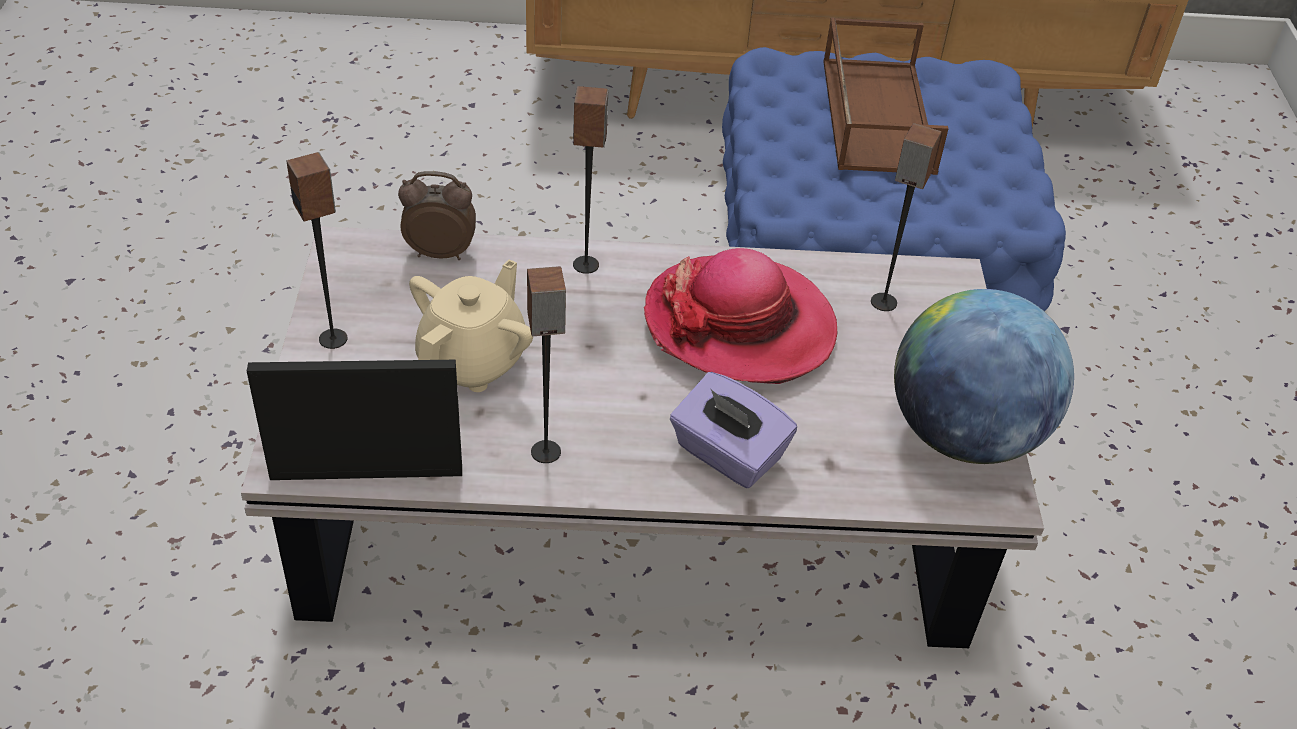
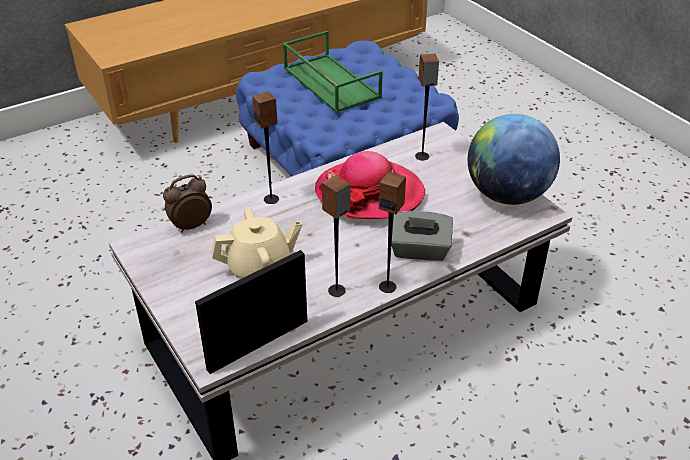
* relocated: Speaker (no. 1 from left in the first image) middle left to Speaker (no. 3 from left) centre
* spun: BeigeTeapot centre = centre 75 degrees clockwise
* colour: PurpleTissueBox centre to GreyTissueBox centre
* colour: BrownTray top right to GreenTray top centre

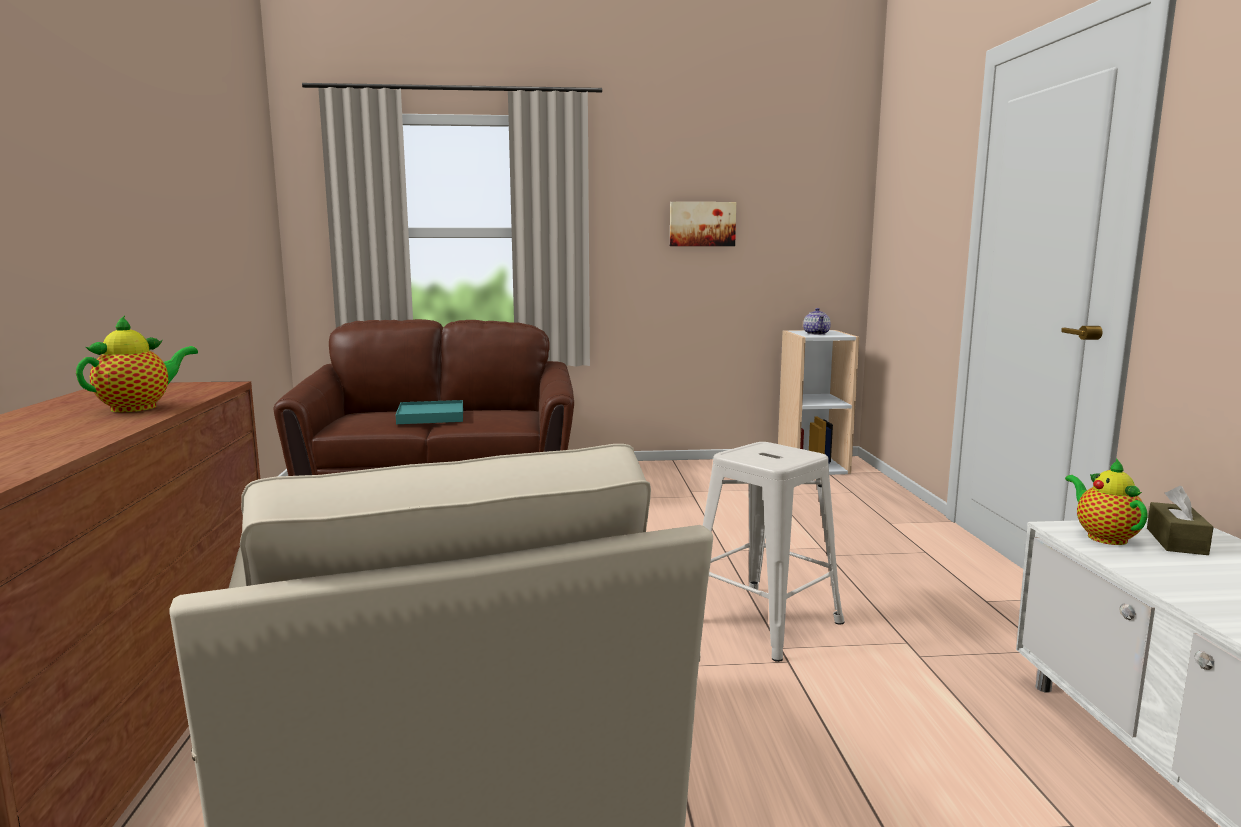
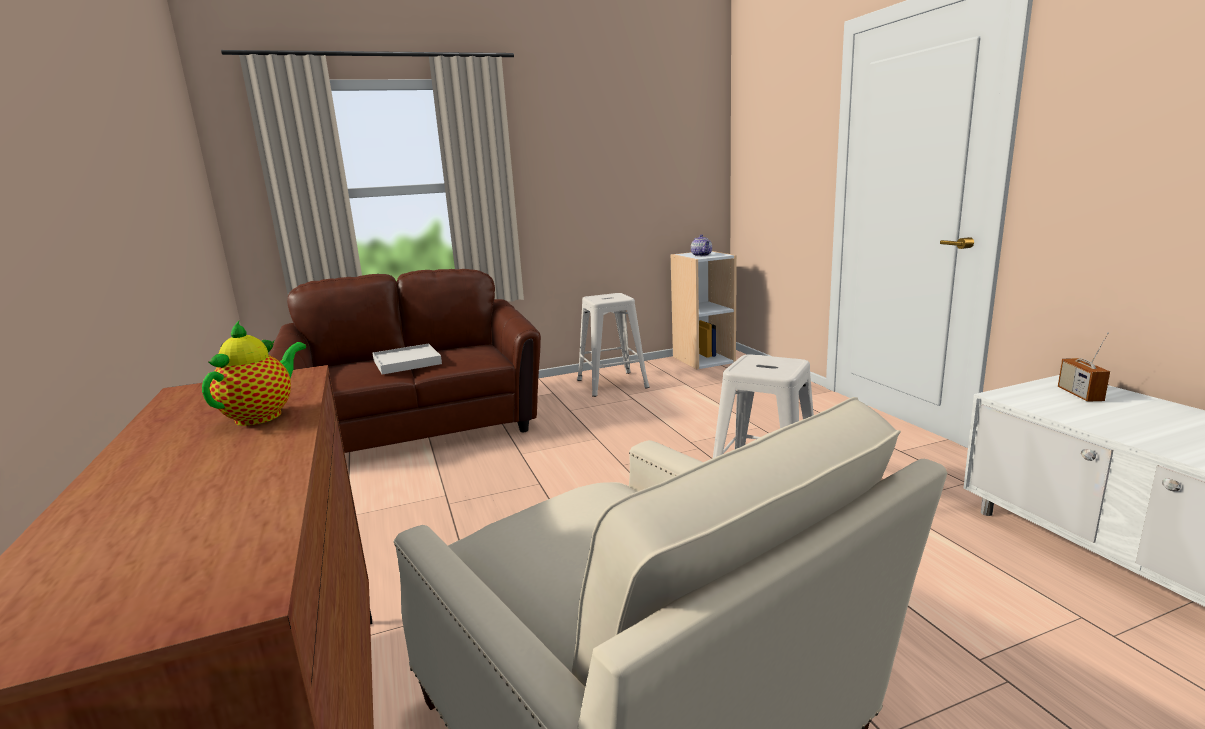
* colour: TurquoiseTray centre to WhiteTray centre
* missing: Picture top centre
* missing: Teapot (no. 3 from left) middle right
* exchanged: BrownTissueBox middle right to Radio middle right
* appeared: WhiteStool (no. 1 from left) centre

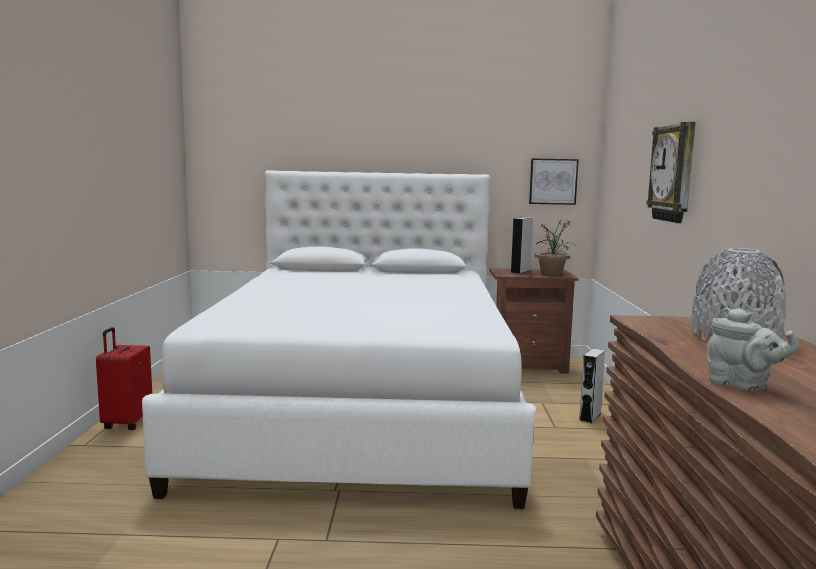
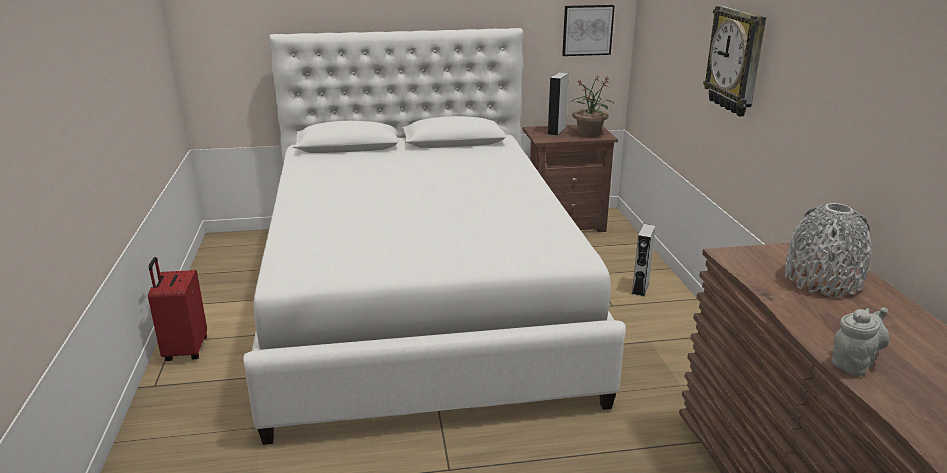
* spun: GreyTeapot middle right = bottom right 75 degrees counterclockwise

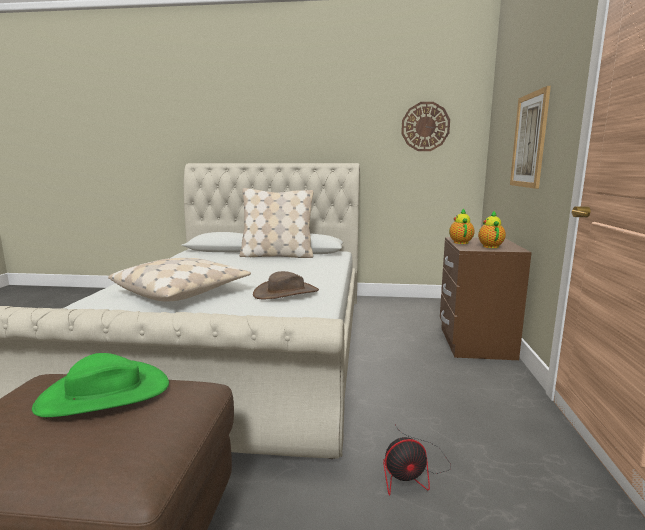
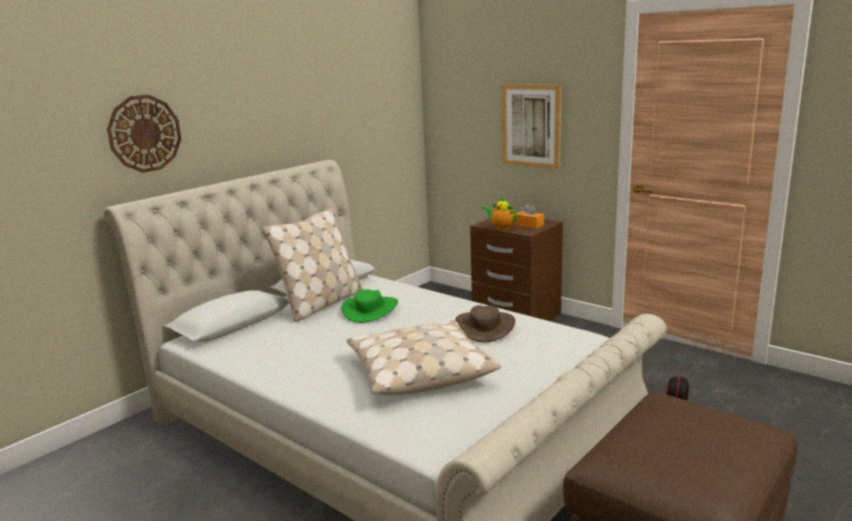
* relocated: GreenHat bottom left to centre
* relocated: WallClock top centre to top left
* exchanged: Teapot (no. 2 from left) middle right to OrangeTissueBox centre

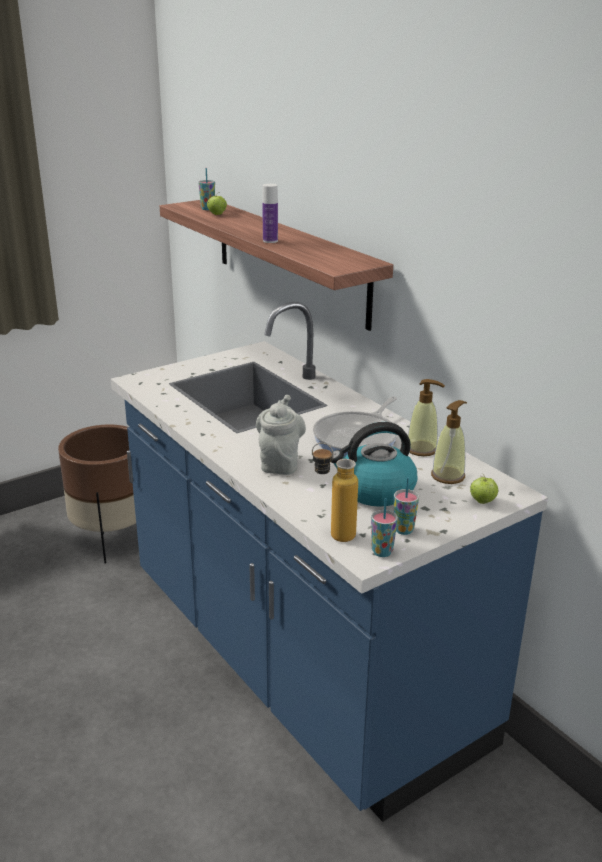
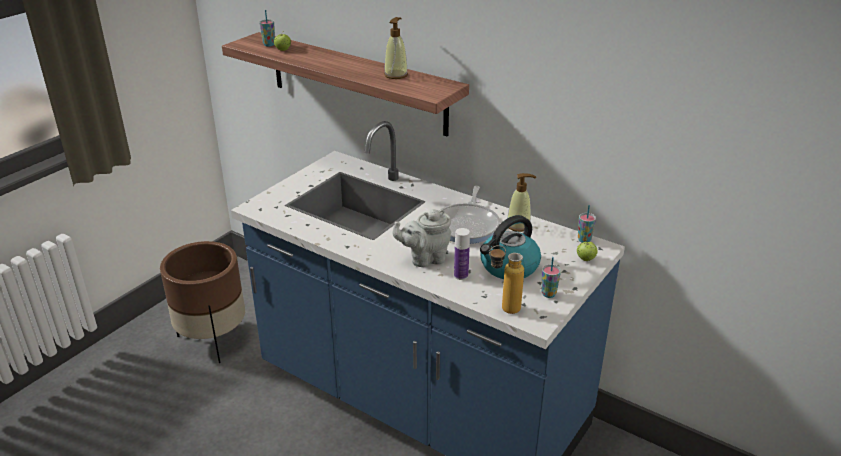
* spun: GreyTeapot centre = centre 90 degrees counterclockwise
* relocated: Bottle (no. 1 from left) top centre to centre
* relocated: Cup (no. 2 from left in the first image) centre to Cup (no. 3 from left) middle right
* relocated: SoapDispenser (no. 2 from left in the first image) middle right to SoapDispenser (no. 1 from left) top centre

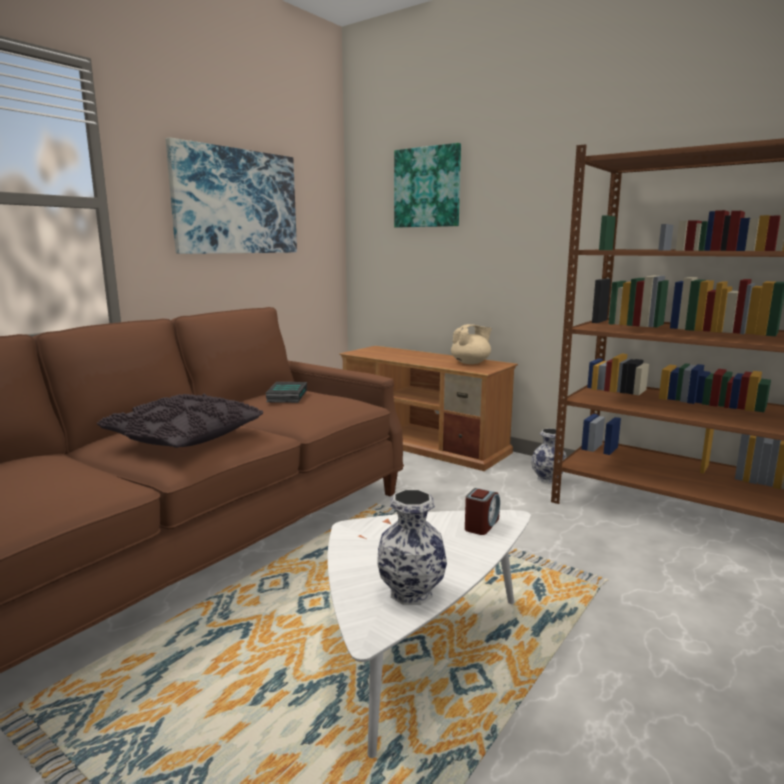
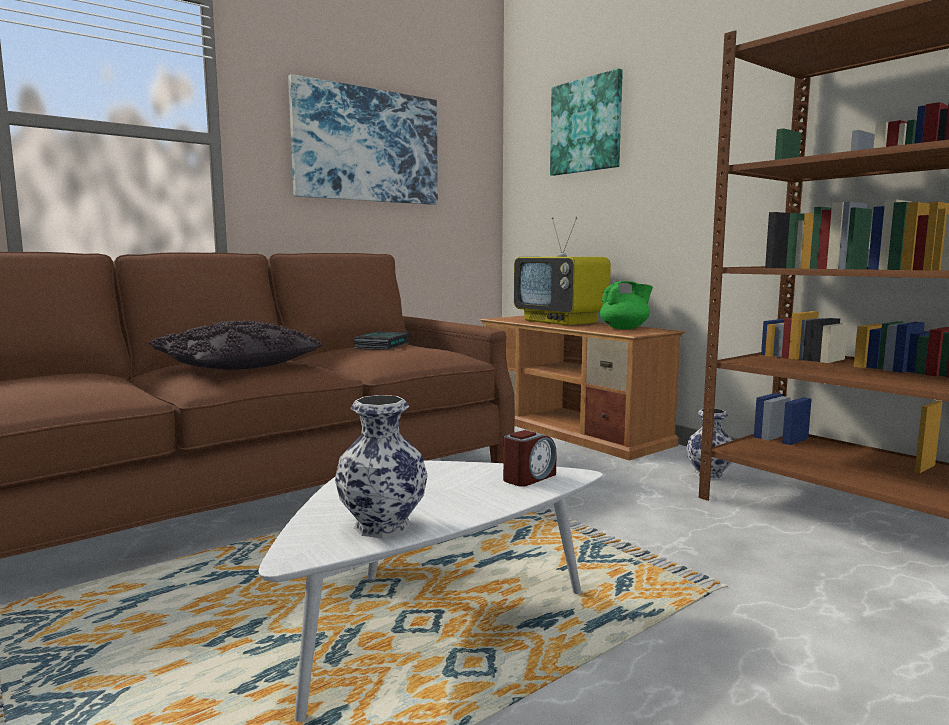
* colour: BeigeTeapot centre to GreenTeapot centre
* appeared: Television centre

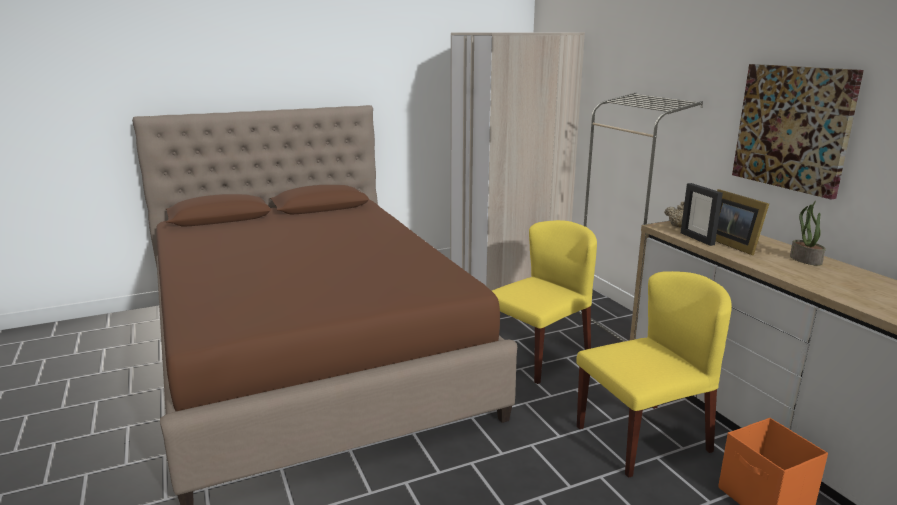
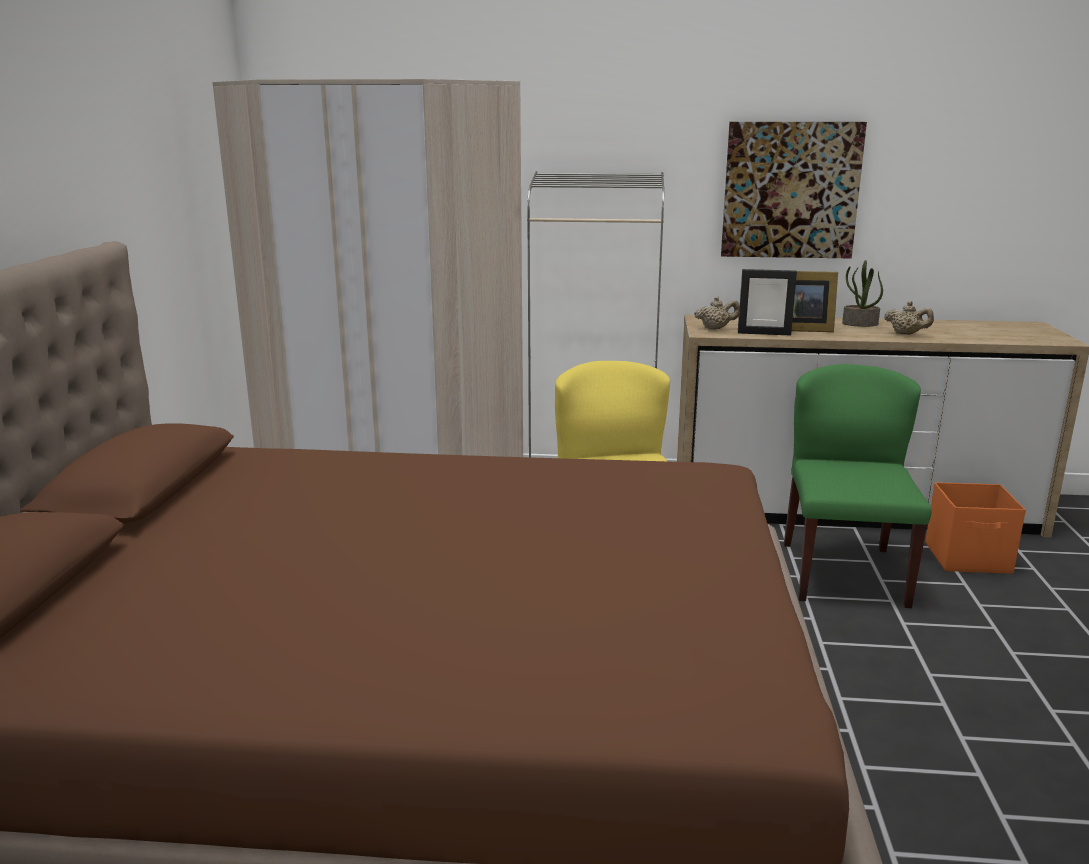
* colour: YellowChair (no. 2 from left) bottom right to GreenChair middle right
* appeared: BeigeTeapot (no. 2 from left) middle right

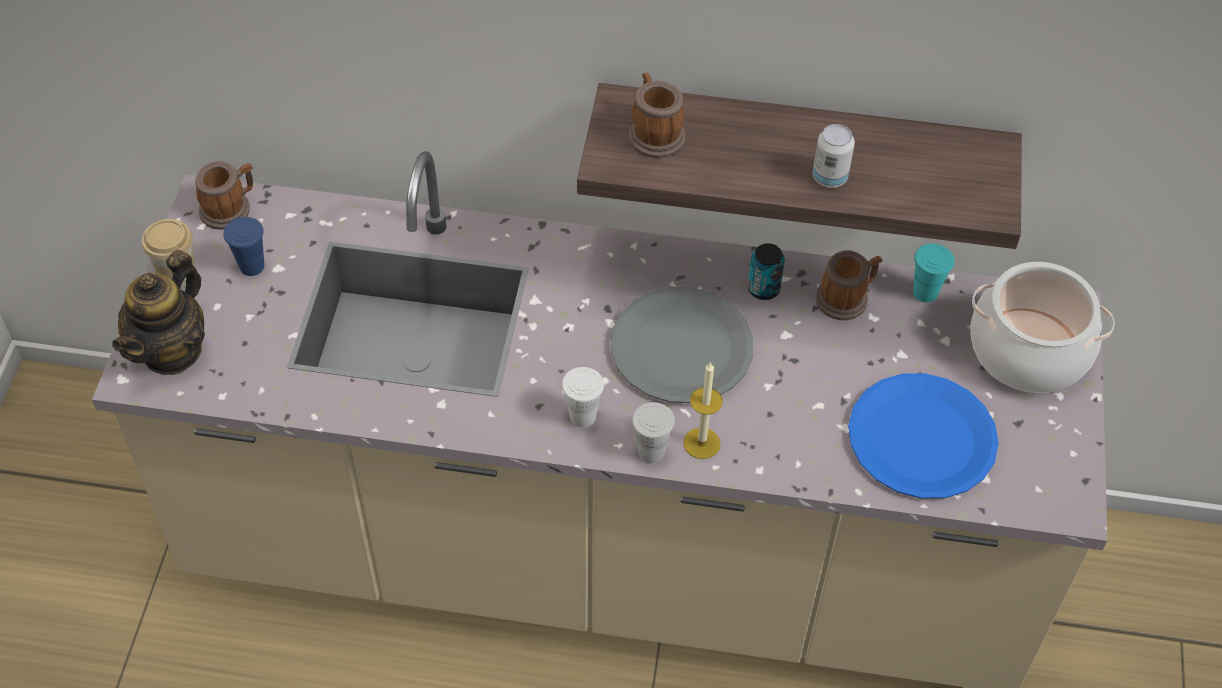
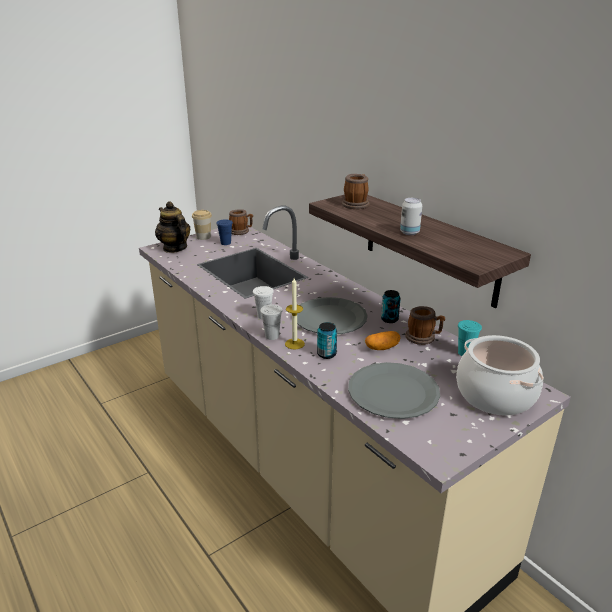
* spun: Teapot middle left = middle left 75 degrees clockwise
* colour: BluePlate middle right to GreyPlate (no. 2 from left) centre
* appeared: Can (no. 1 from left) centre
* appeared: Potato centre

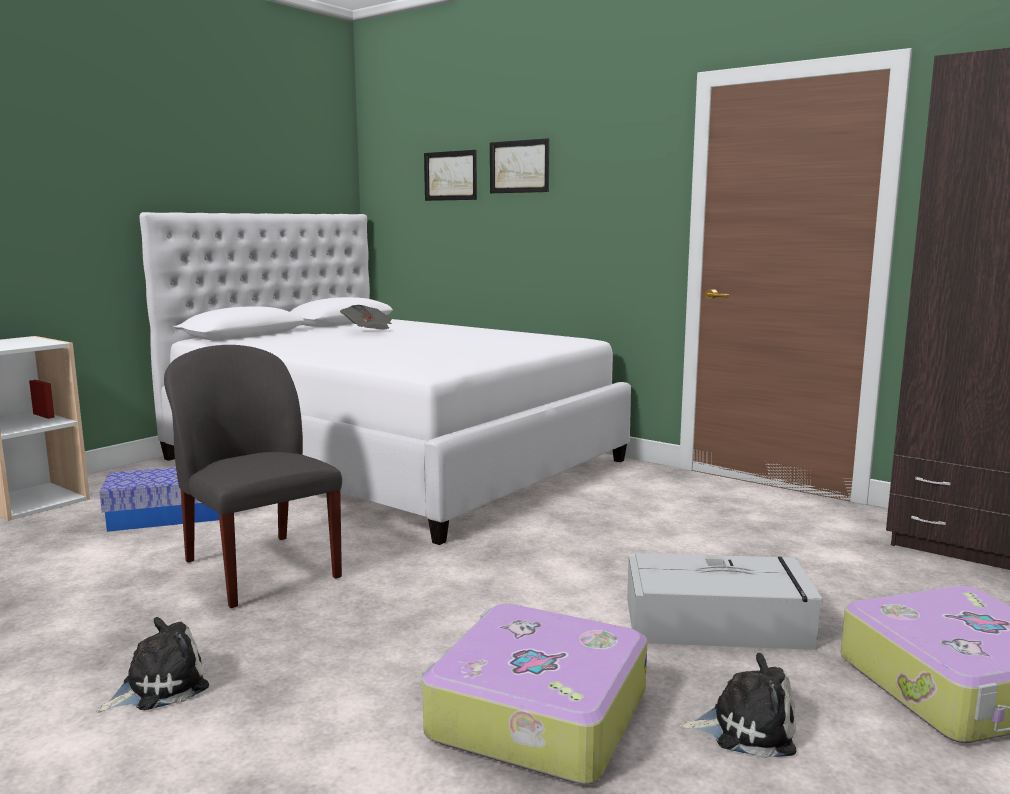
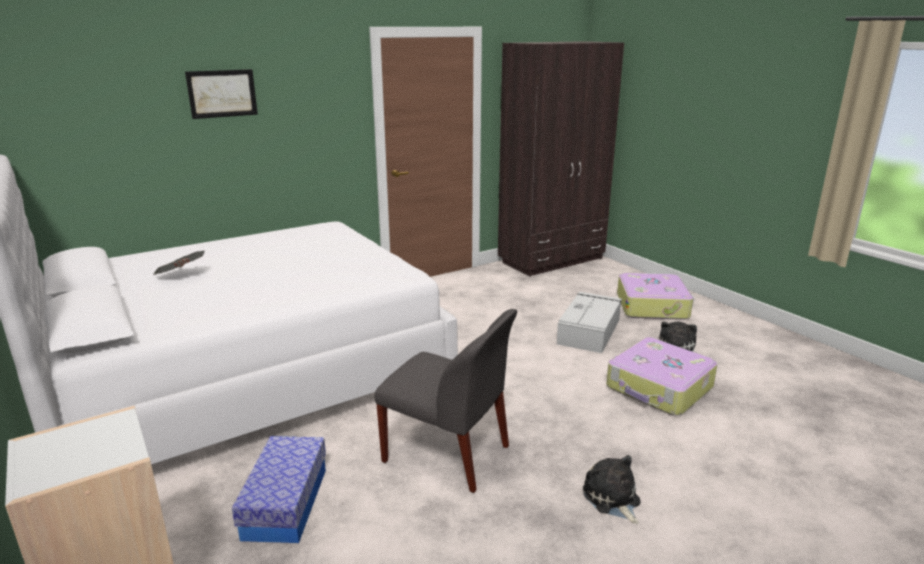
* spun: GreyChair middle left = bottom centre 135 degrees counterclockwise
* missing: Picture (no. 1 from left) top centre

